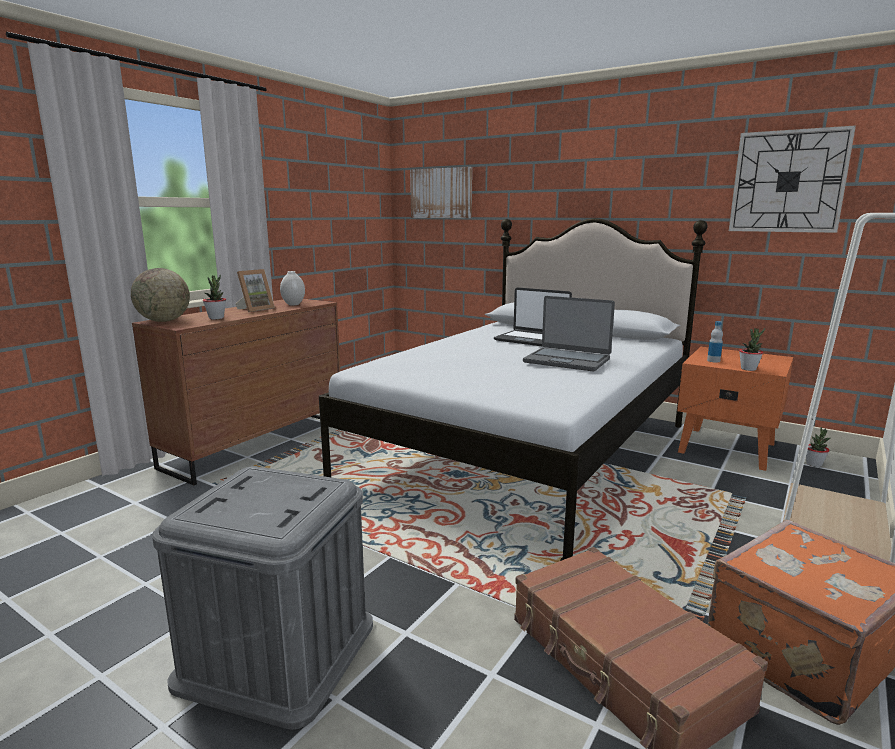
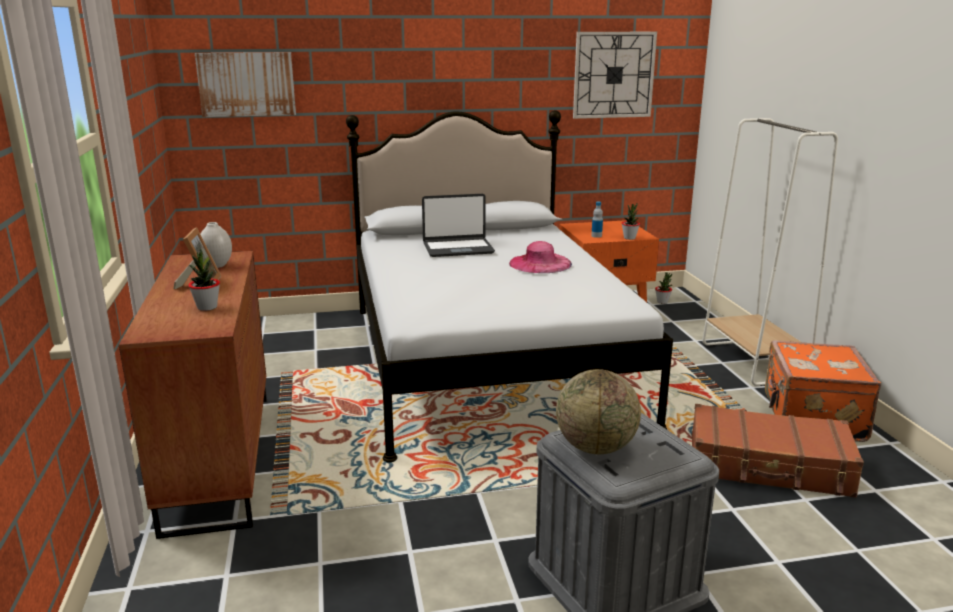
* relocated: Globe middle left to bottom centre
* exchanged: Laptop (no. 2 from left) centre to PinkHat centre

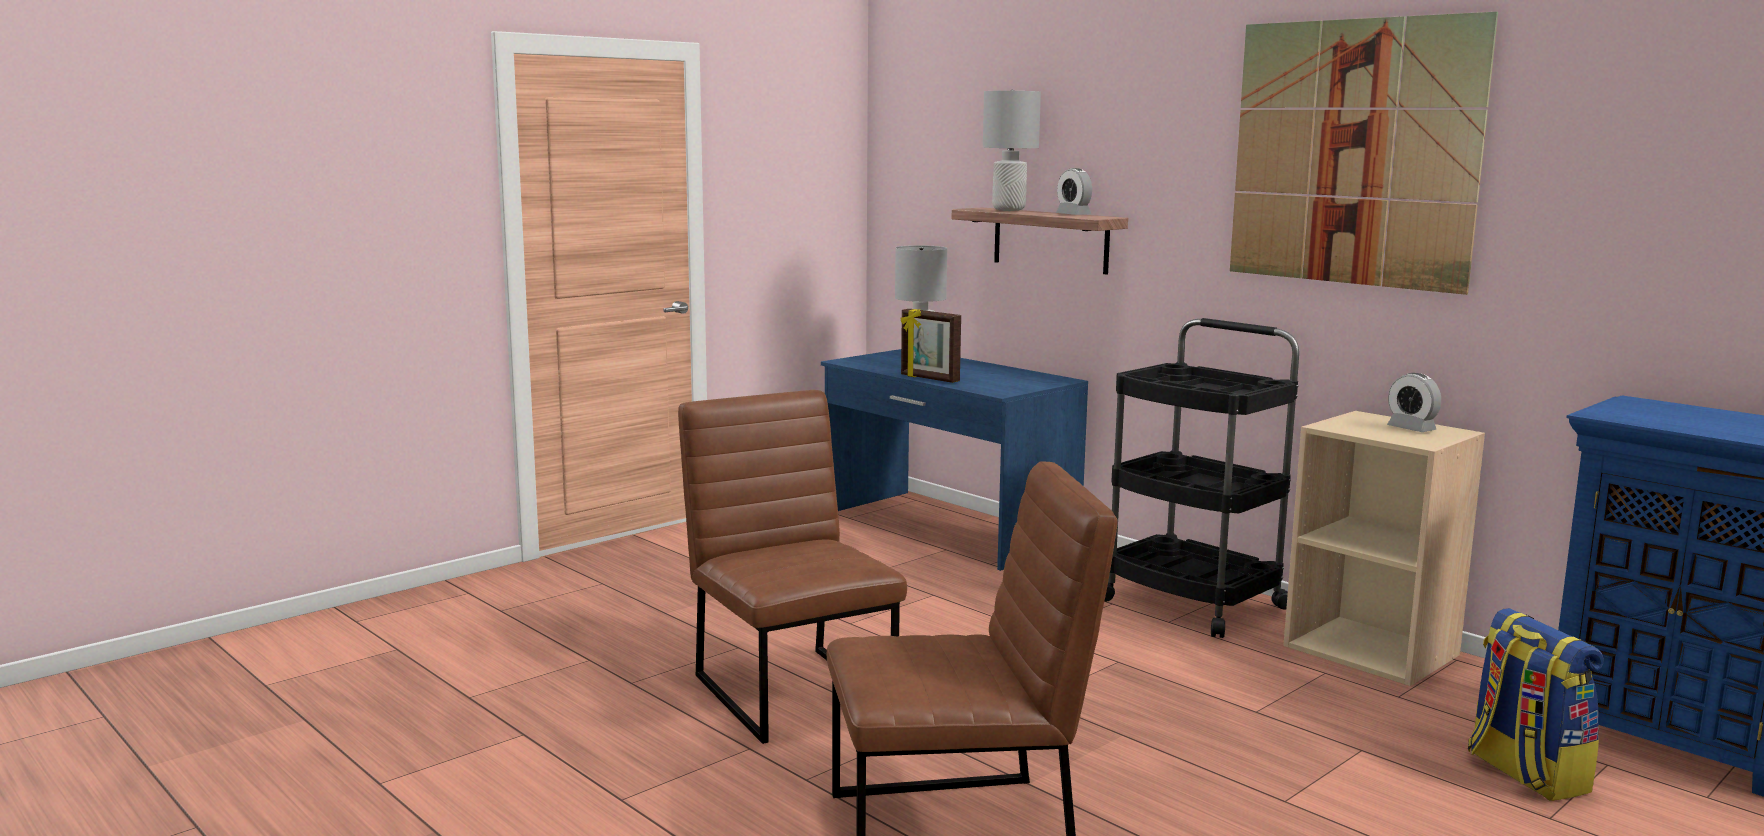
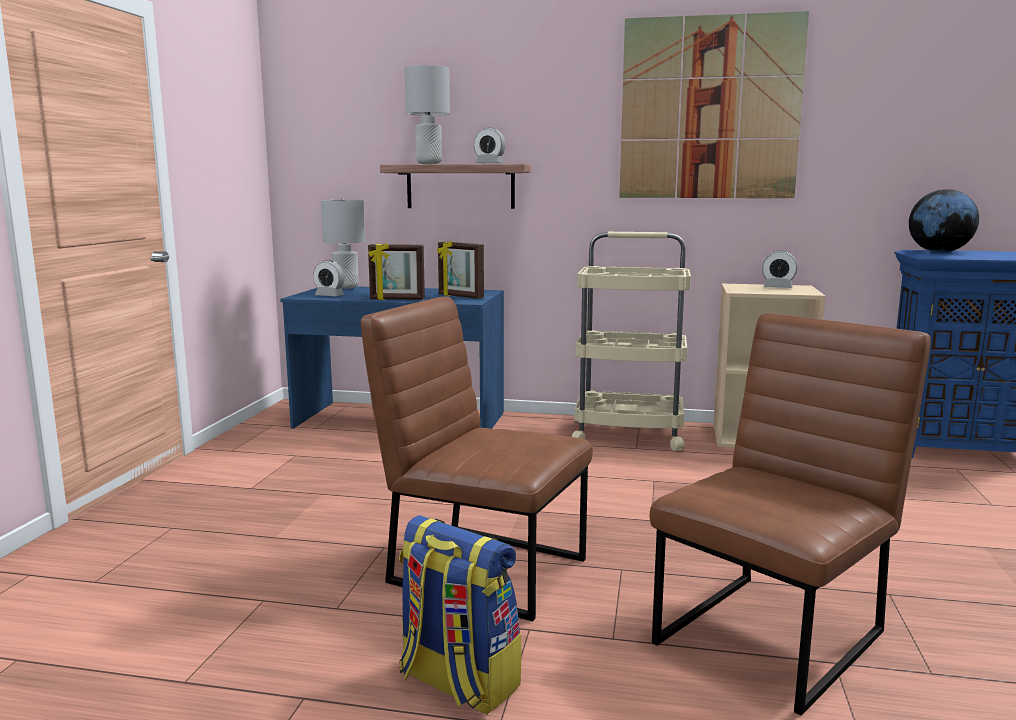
* colour: BlackCart middle right to BeigeCart centre
* relocated: Backpack bottom right to bottom centre
* appeared: AlarmClock (no. 1 from left) middle left
* appeared: PictureFrame (no. 2 from left) centre
* appeared: Globe top right

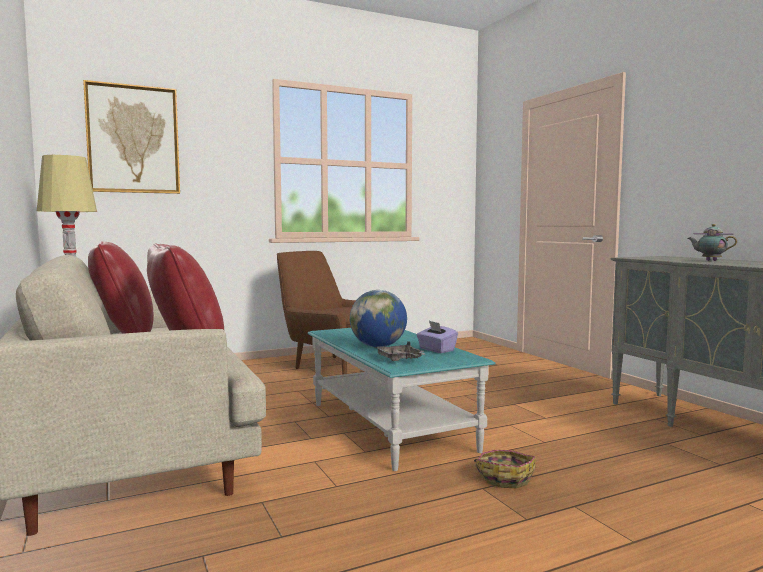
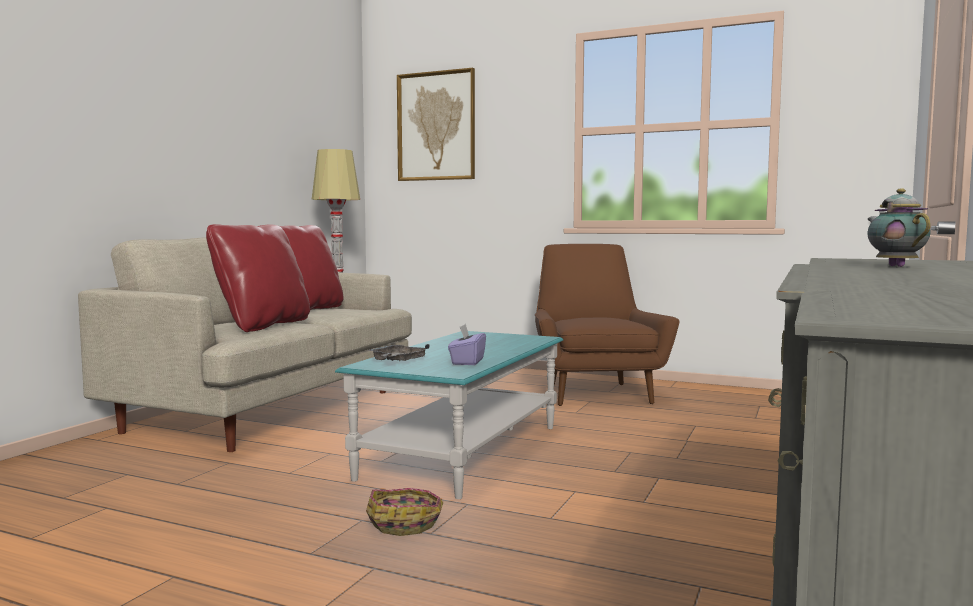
* missing: Globe centre

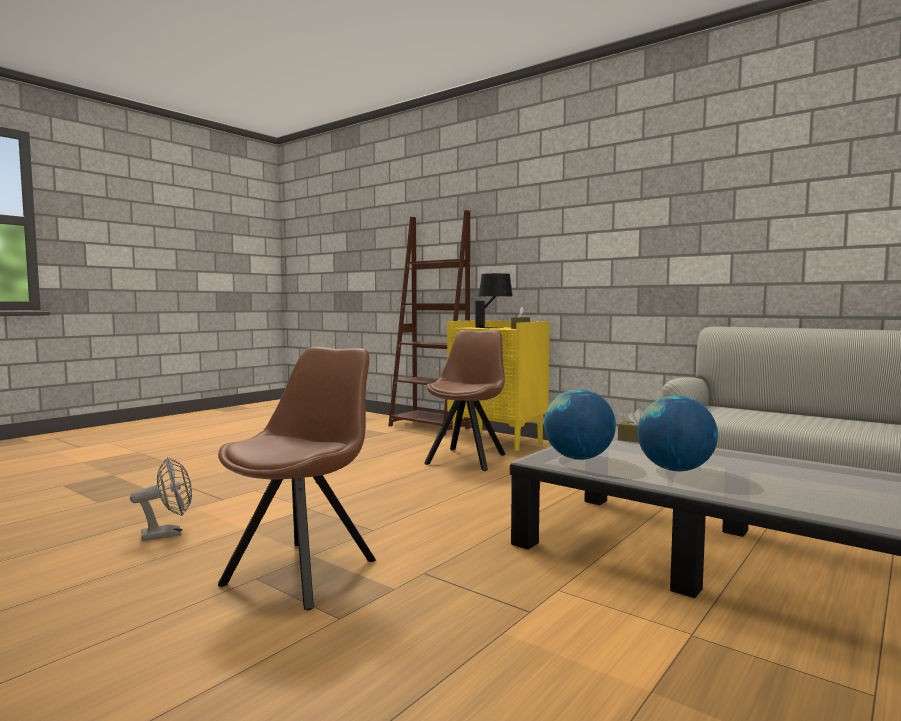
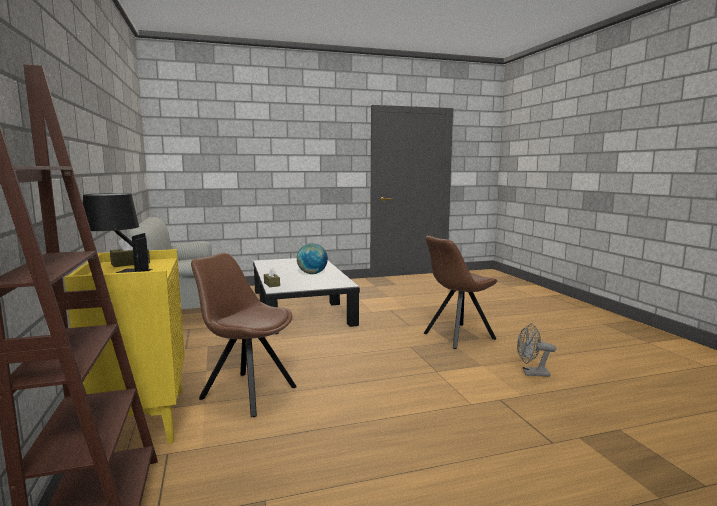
* spun: BrownChair (no. 2 from left in the first image) centre = centre 60 degrees clockwise
* missing: Globe (no. 1 from left) centre

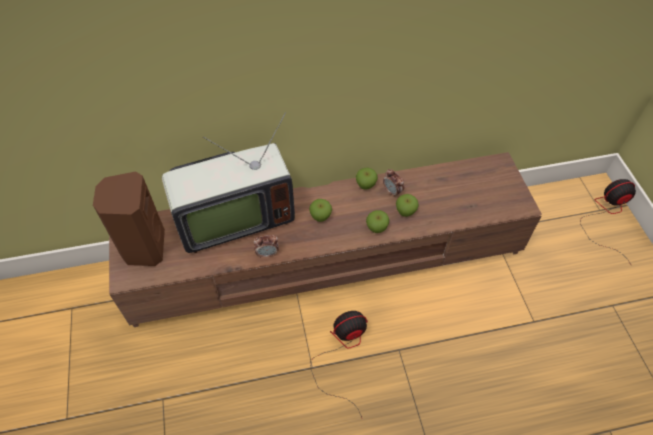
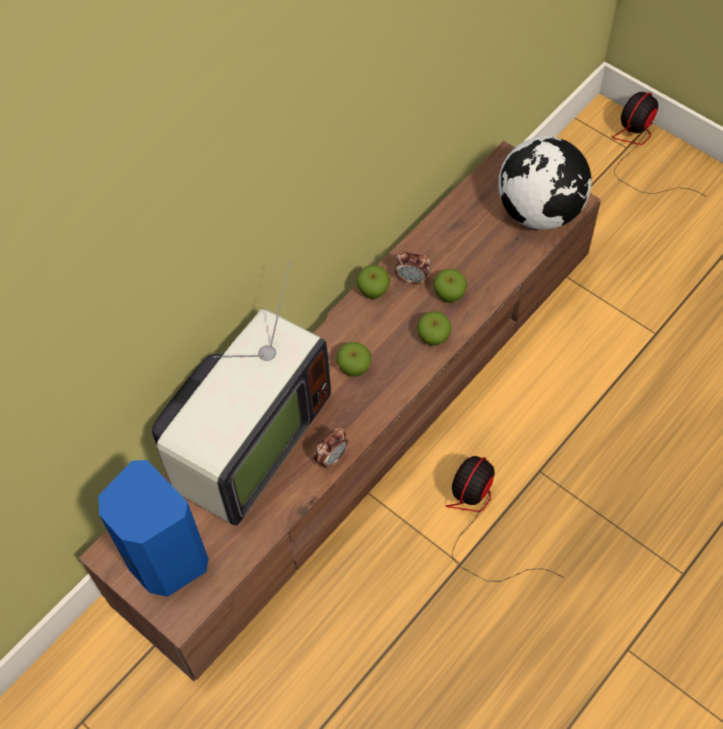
* colour: BrownSpeaker middle left to BlueSpeaker bottom left
* appeared: Globe top right

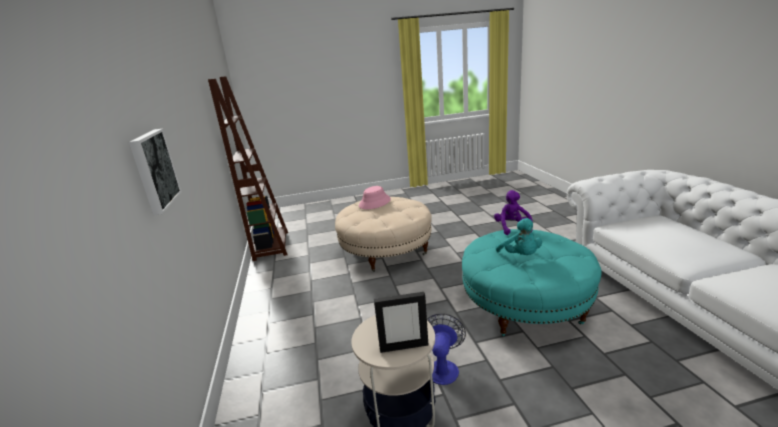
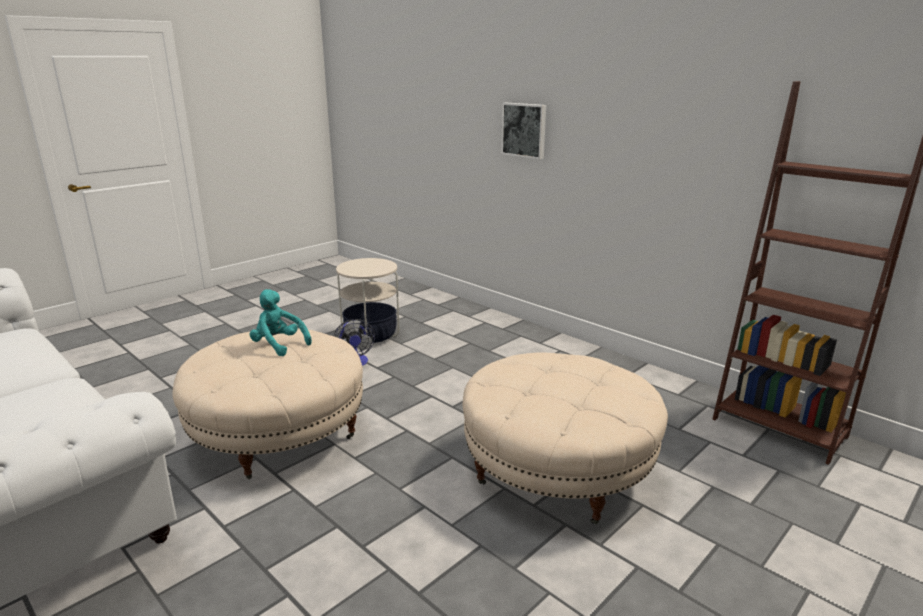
* missing: PinkHat centre
* missing: PictureFrame bottom centre
* colour: TurquoiseOttoman middle right to BeigeOttoman (no. 1 from left) middle left
* missing: PurplePlushToy centre

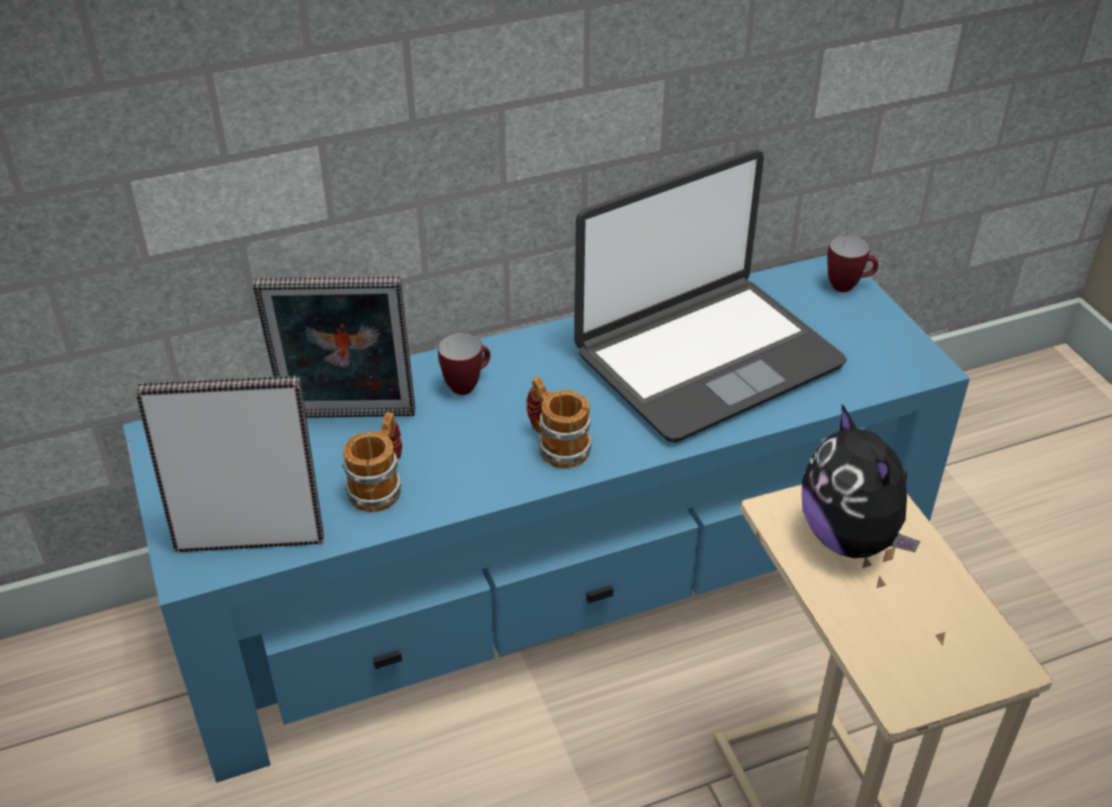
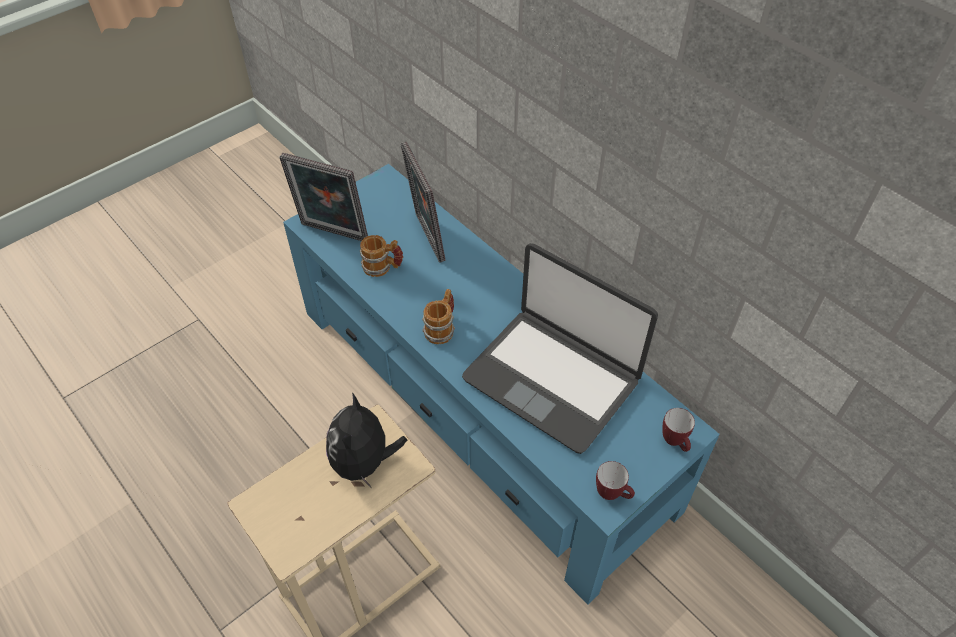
* spun: PictureFrame (no. 1 from left) middle left = top centre 135 degrees clockwise
* relocated: Mug (no. 2 from left in the first image) centre to Mug (no. 3 from left) bottom centre
* spun: PlushToy middle right = bottom centre 45 degrees counterclockwise

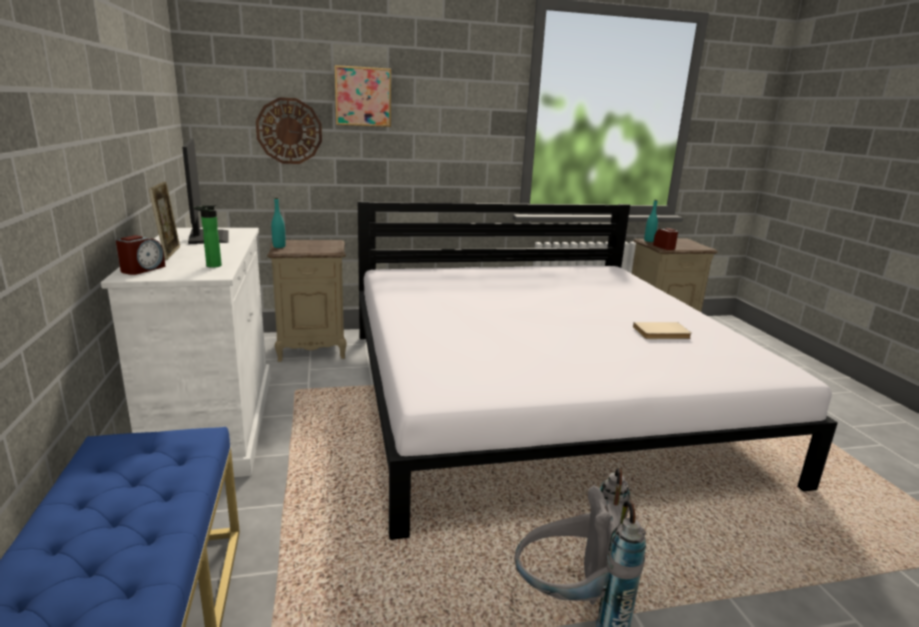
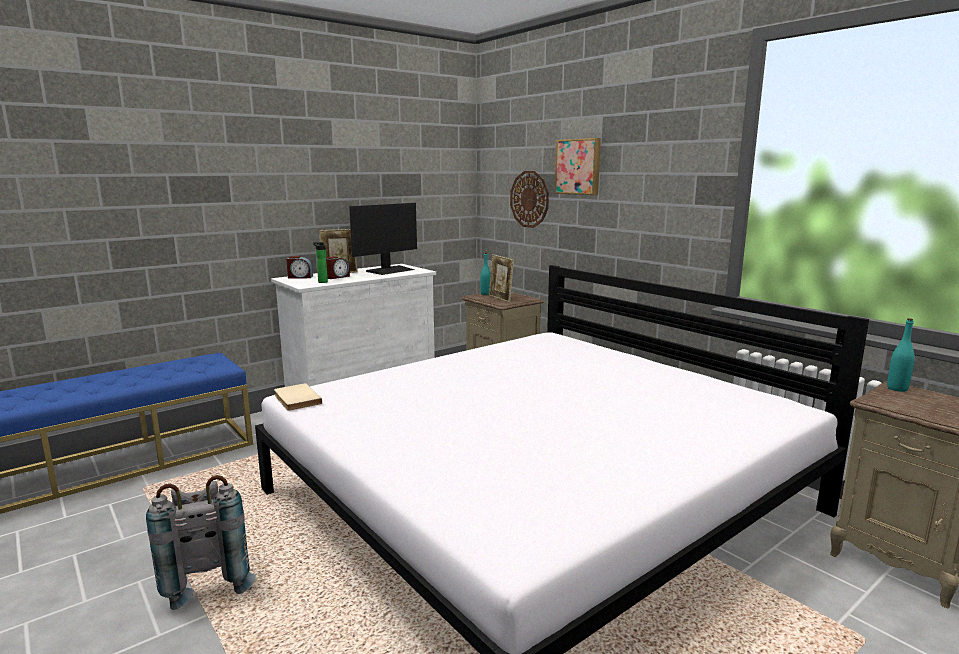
* relocated: BeigeBook middle right to middle left
* relocated: AlarmClock (no. 2 from left) middle right to centre
* appeared: PictureFrame (no. 2 from left) centre

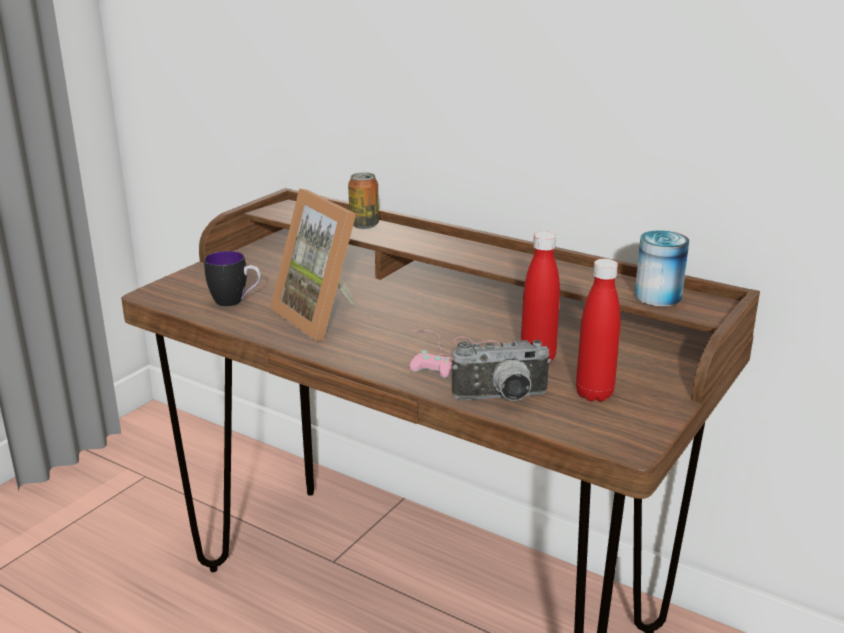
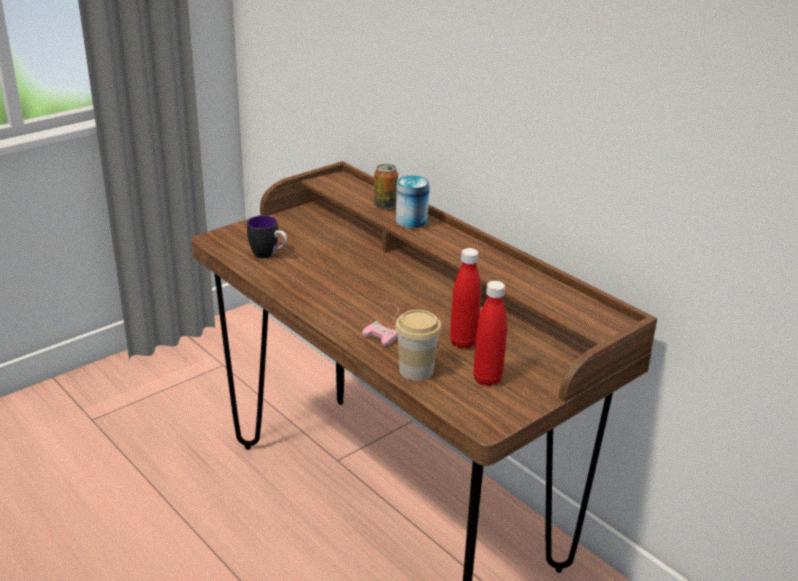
* missing: PictureFrame centre
* exchanged: PhotoCamera centre to Cup centre
* relocated: Can (no. 2 from left) middle right to centre

